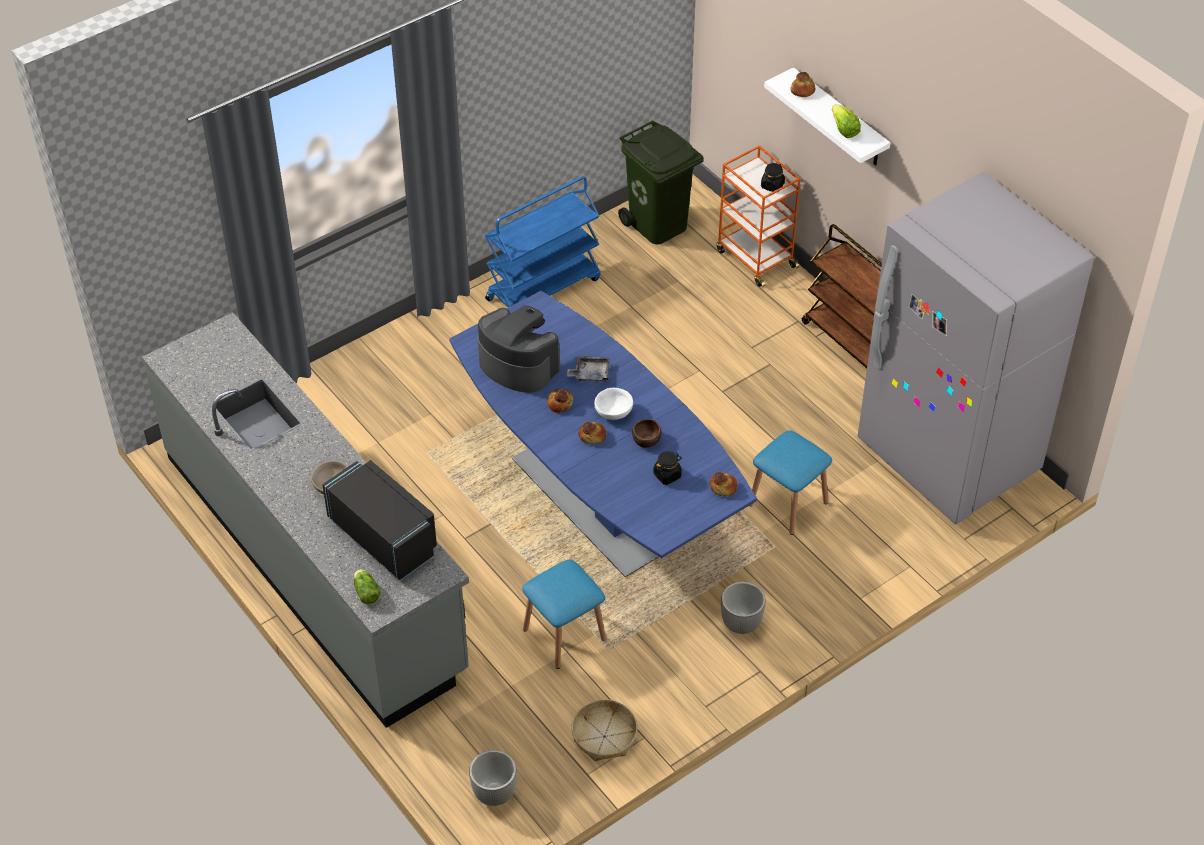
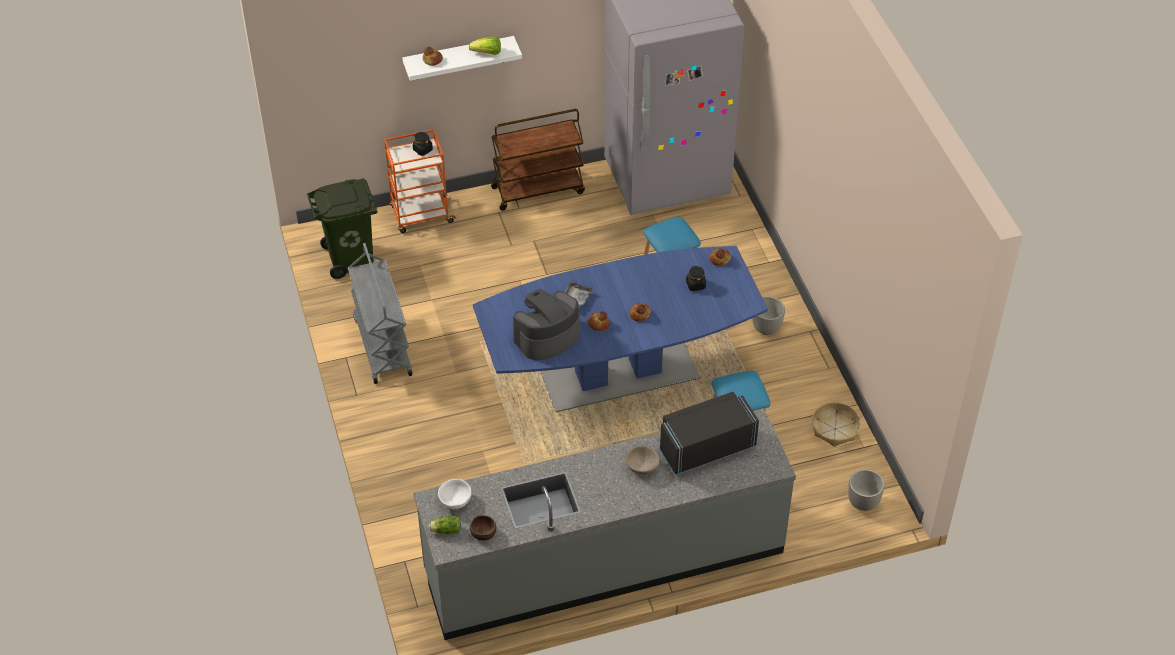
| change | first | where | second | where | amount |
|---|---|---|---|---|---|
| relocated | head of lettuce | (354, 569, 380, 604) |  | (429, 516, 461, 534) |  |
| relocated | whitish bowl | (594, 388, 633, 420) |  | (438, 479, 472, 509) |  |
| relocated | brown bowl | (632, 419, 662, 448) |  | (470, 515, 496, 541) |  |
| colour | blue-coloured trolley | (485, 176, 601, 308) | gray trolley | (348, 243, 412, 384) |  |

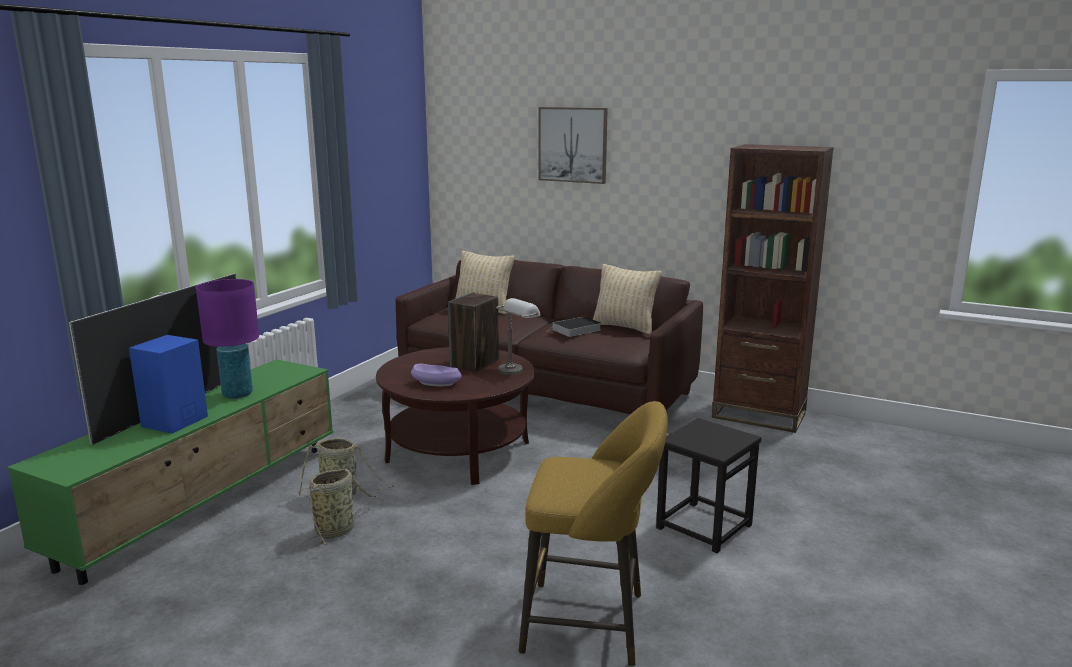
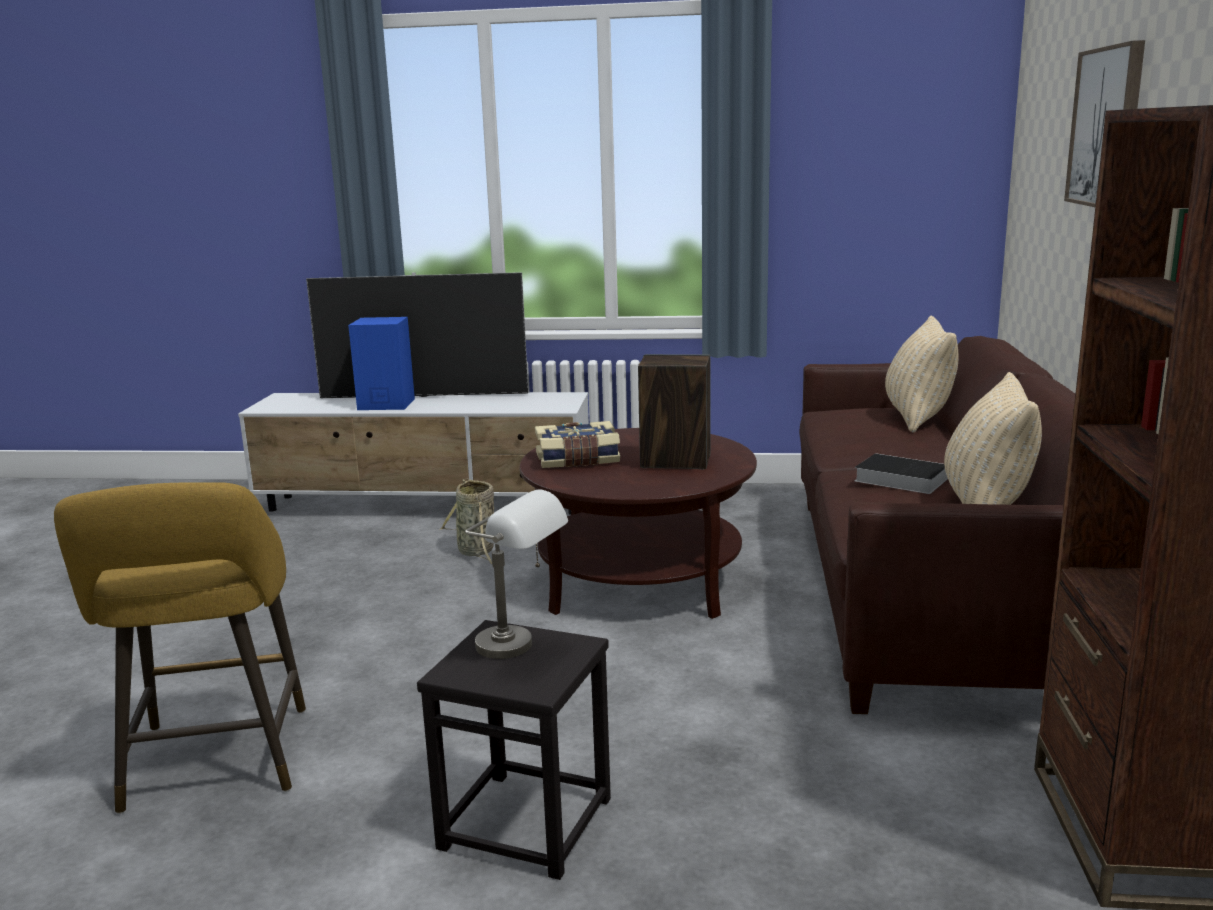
| change | first | where | second | where | amount |
|---|---|---|---|---|---|
| missing | purplish table lamp | (196, 279, 259, 399) |  |  |  |
| missing | storage basket | (301, 469, 378, 547) |  |  |  |
| relocated | gray table lamp | (496, 298, 541, 375) |  | (465, 489, 568, 659) |  |
| exchanged | purplish bowl | (411, 364, 461, 386) | volume | (535, 421, 620, 468) |  |
| colour | green-coloured tv unit | (7, 359, 333, 585) | whitish tv unit | (238, 392, 589, 515) |  |

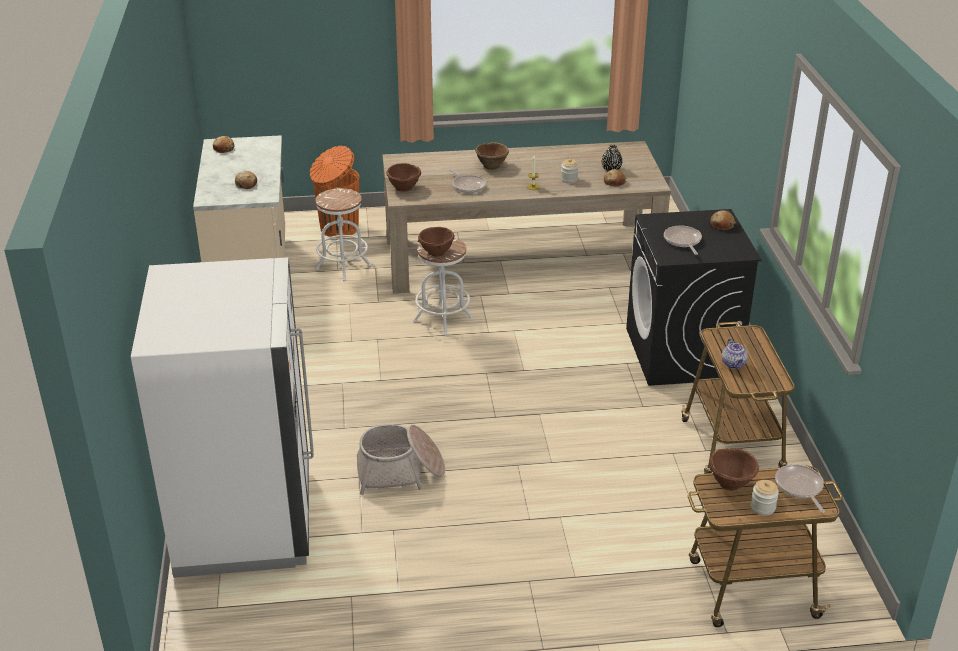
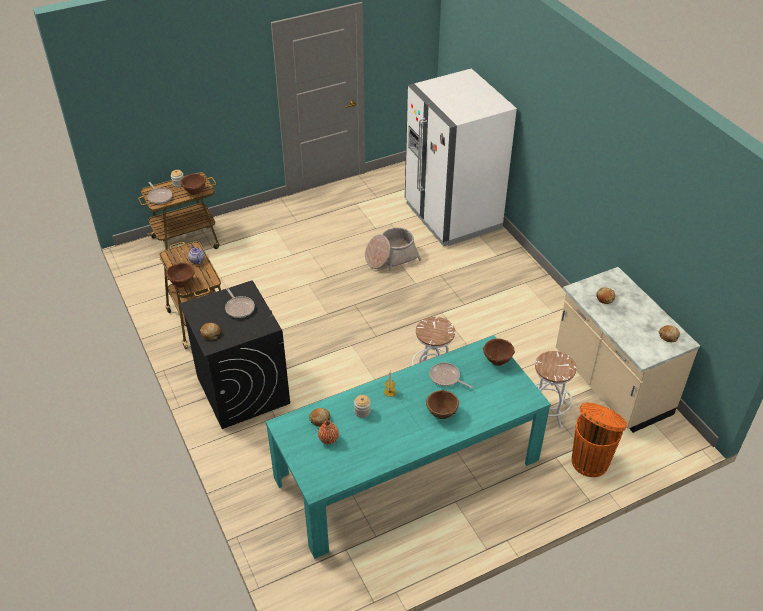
| change | first | where | second | where | amount |
|---|---|---|---|---|---|
| relocated | brown bowl | (418, 227, 454, 257) |  | (166, 263, 195, 288) |  |
| colour | beige-coloured dining table | (383, 141, 671, 294) | blue-green dining table | (266, 335, 551, 559) |  |
| colour | black-coloured flower vase | (602, 145, 623, 171) | orangey flower vase | (318, 420, 339, 444) |  |

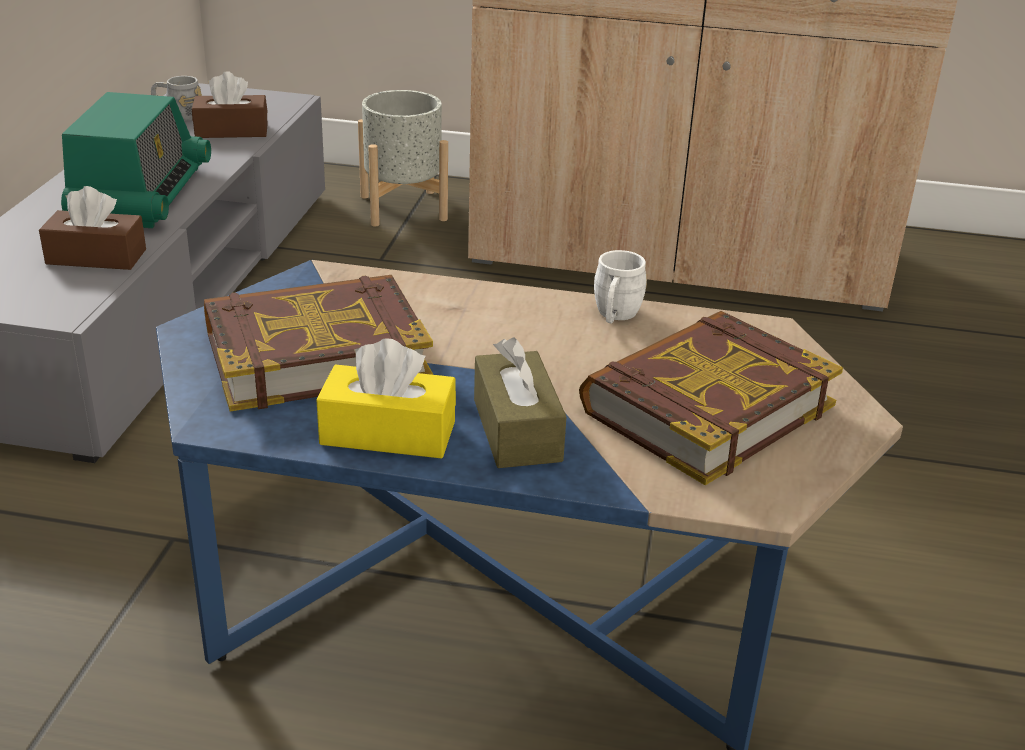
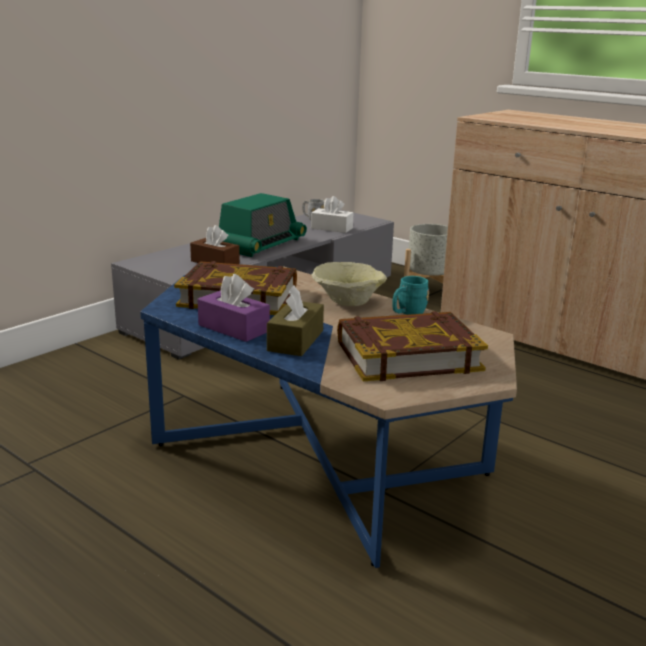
| change | first | where | second | where | amount |
|---|---|---|---|---|---|
| appeared |  |  | beige-coloured bowl | (312, 262, 387, 306) |  |
| colour | brown tissue holder | (192, 71, 268, 138) | whitish tissue holder | (311, 196, 353, 233) |  |
| colour | yellow-coloured tissue holder | (316, 339, 456, 459) | purplish tissue holder | (198, 274, 270, 342) |  |
| colour | whitish coffee mug | (594, 250, 647, 324) | blue-green coffee mug | (392, 276, 429, 315) |  |

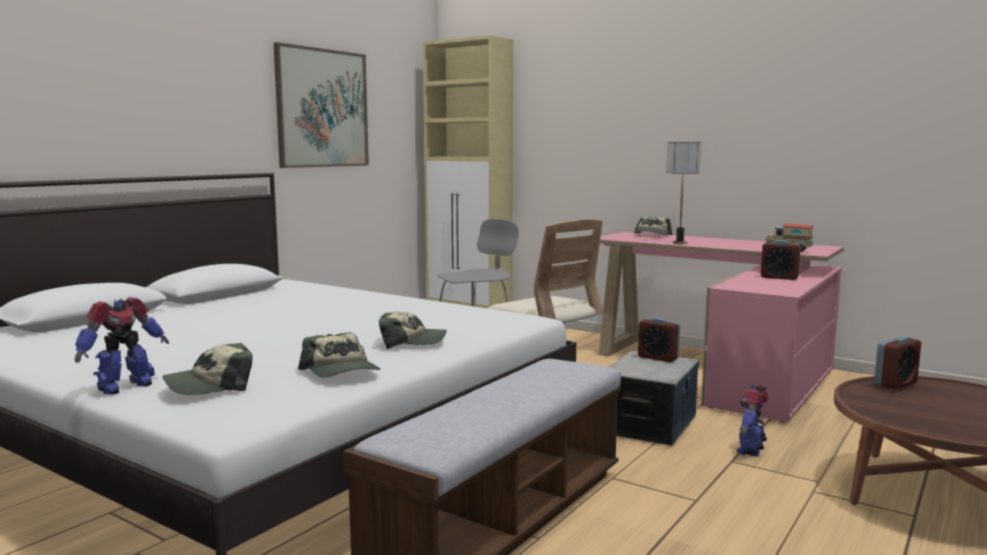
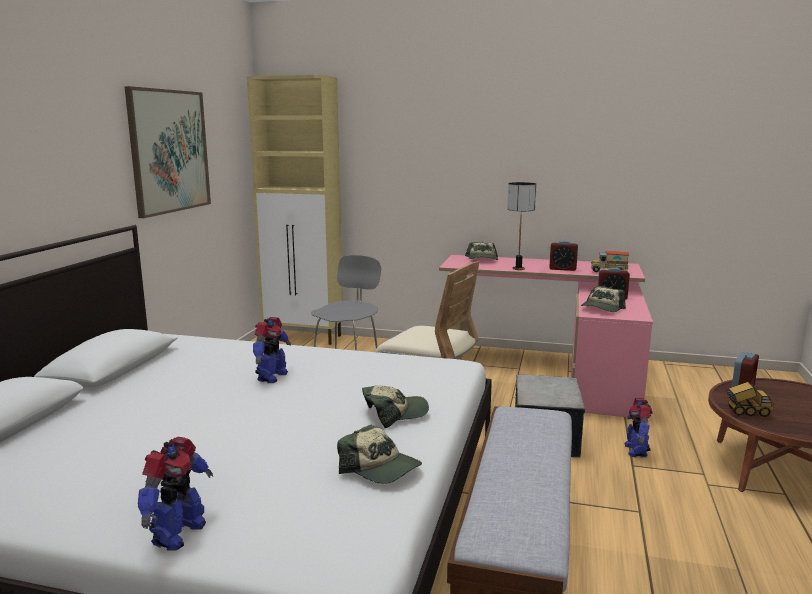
| change | first | where | second | where | amount |
|---|---|---|---|---|---|
| appeared |  |  | robot figure | (253, 317, 291, 383) |  |
| appeared |  |  | toy truck | (726, 382, 774, 417) |  |
| relocated | baseball cap | (163, 343, 253, 395) |  | (581, 286, 626, 312) |  |
| relocated | table clock | (638, 317, 680, 362) |  | (549, 240, 578, 271) |  |

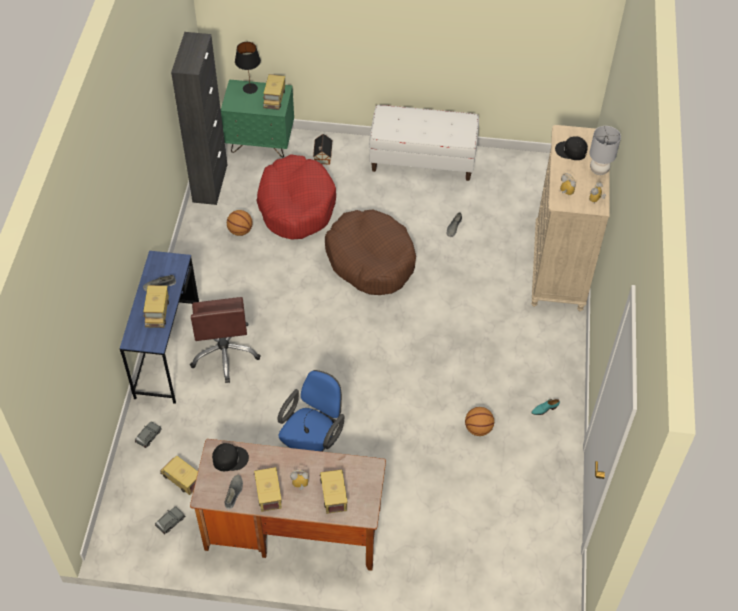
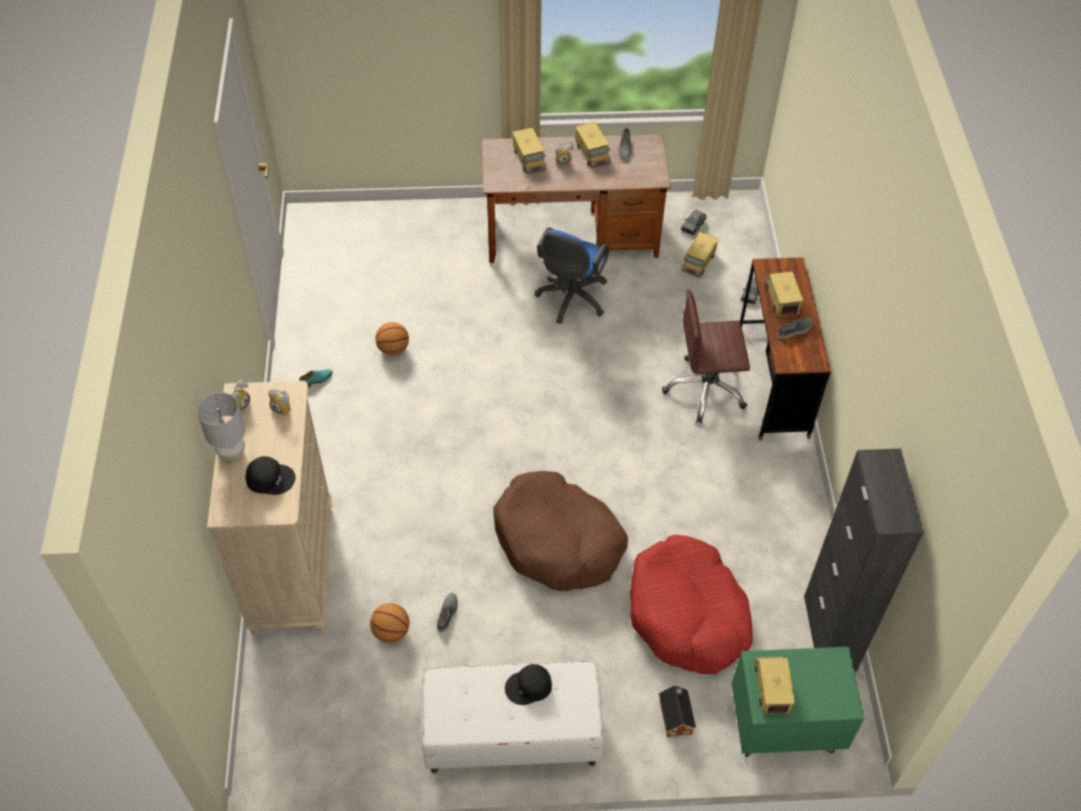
| change | first | where | second | where | amount |
|---|---|---|---|---|---|
| missing | black-coloured table lamp | (235, 42, 261, 94) |  |  |  |
| relocated | black-coloured baseball cap | (212, 443, 249, 471) |  | (505, 664, 552, 705) |  |
| relocated | basketball ball | (227, 210, 253, 236) |  | (370, 603, 409, 643) |  |
| colour | blue-coloured desk table | (120, 251, 199, 404) | brown desk table | (740, 257, 831, 441) |  |
| spun | toy truck | (160, 456, 198, 495) |  | (681, 232, 719, 278) | 90 degrees clockwise |
| spun | brown office chair | (190, 297, 261, 383) |  | (662, 289, 750, 424) | 75 degrees counterclockwise |

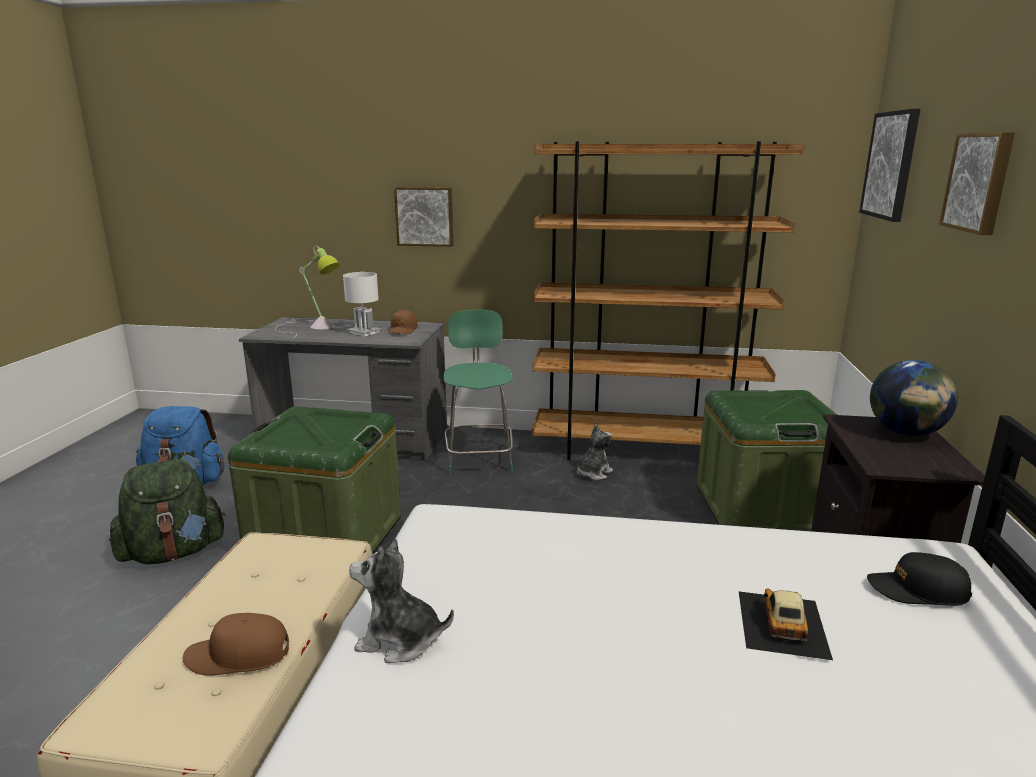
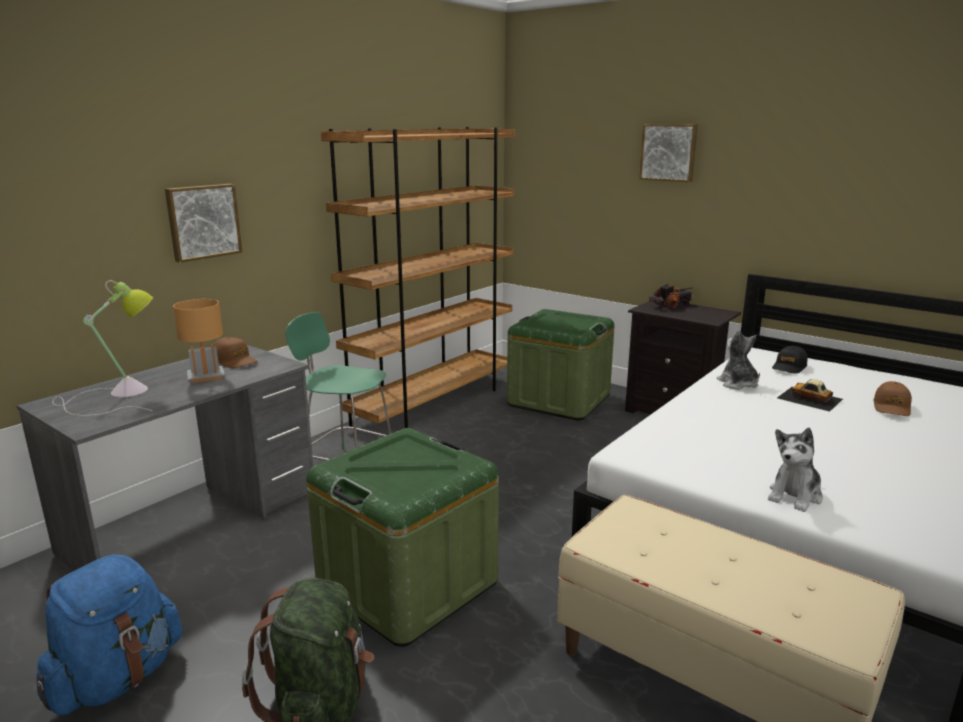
| change | first | where | second | where | amount |
|---|---|---|---|---|---|
| missing | wall art | (859, 109, 920, 222) |  |  |  |
| relocated | brown baseball cap | (183, 613, 289, 676) |  | (873, 381, 912, 416) |  |
| relocated | plush toy | (577, 424, 613, 480) |  | (717, 330, 760, 390) |  |
| exchanged | globe | (870, 360, 958, 436) | toy truck | (649, 284, 693, 309) |  |
| colour | whitish table lamp | (343, 272, 381, 336) | brown table lamp | (173, 299, 225, 383) |  |

